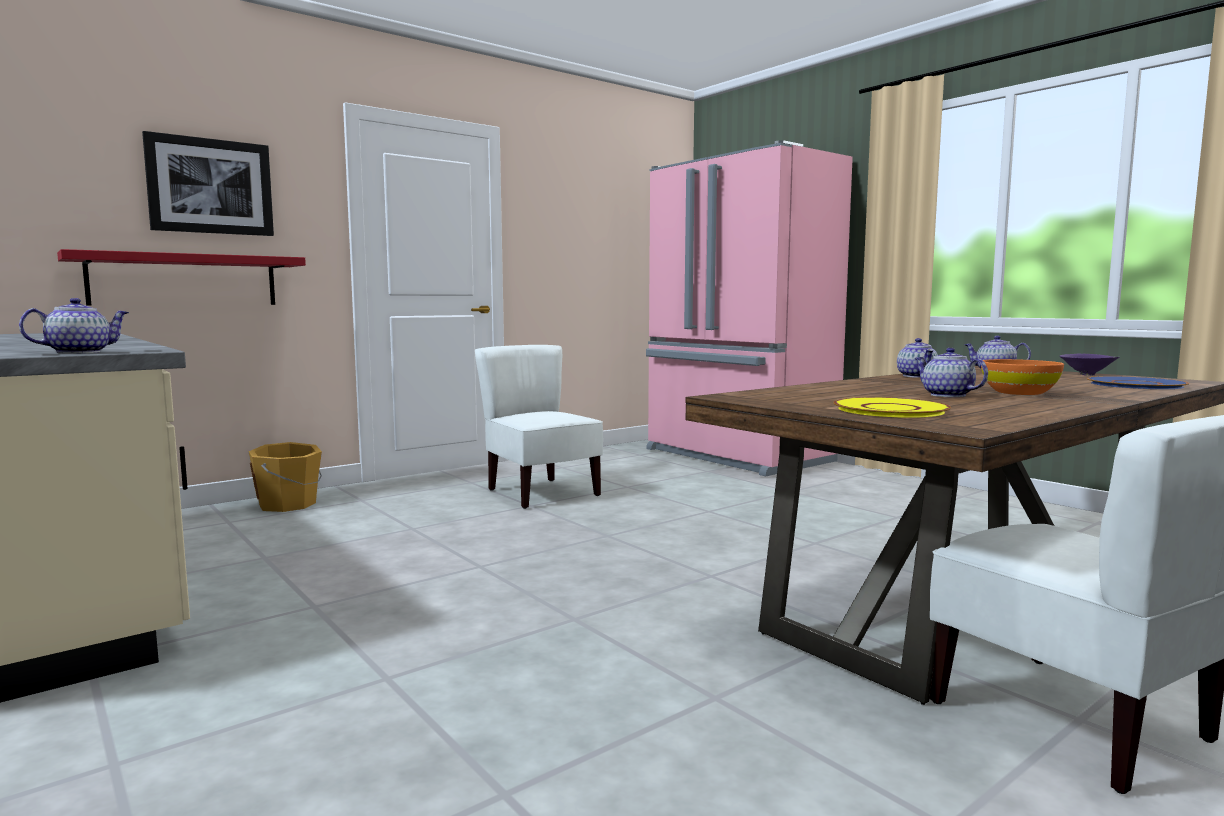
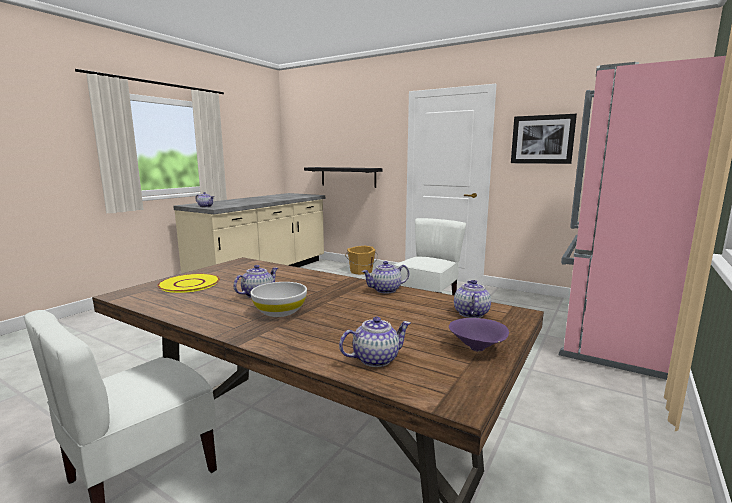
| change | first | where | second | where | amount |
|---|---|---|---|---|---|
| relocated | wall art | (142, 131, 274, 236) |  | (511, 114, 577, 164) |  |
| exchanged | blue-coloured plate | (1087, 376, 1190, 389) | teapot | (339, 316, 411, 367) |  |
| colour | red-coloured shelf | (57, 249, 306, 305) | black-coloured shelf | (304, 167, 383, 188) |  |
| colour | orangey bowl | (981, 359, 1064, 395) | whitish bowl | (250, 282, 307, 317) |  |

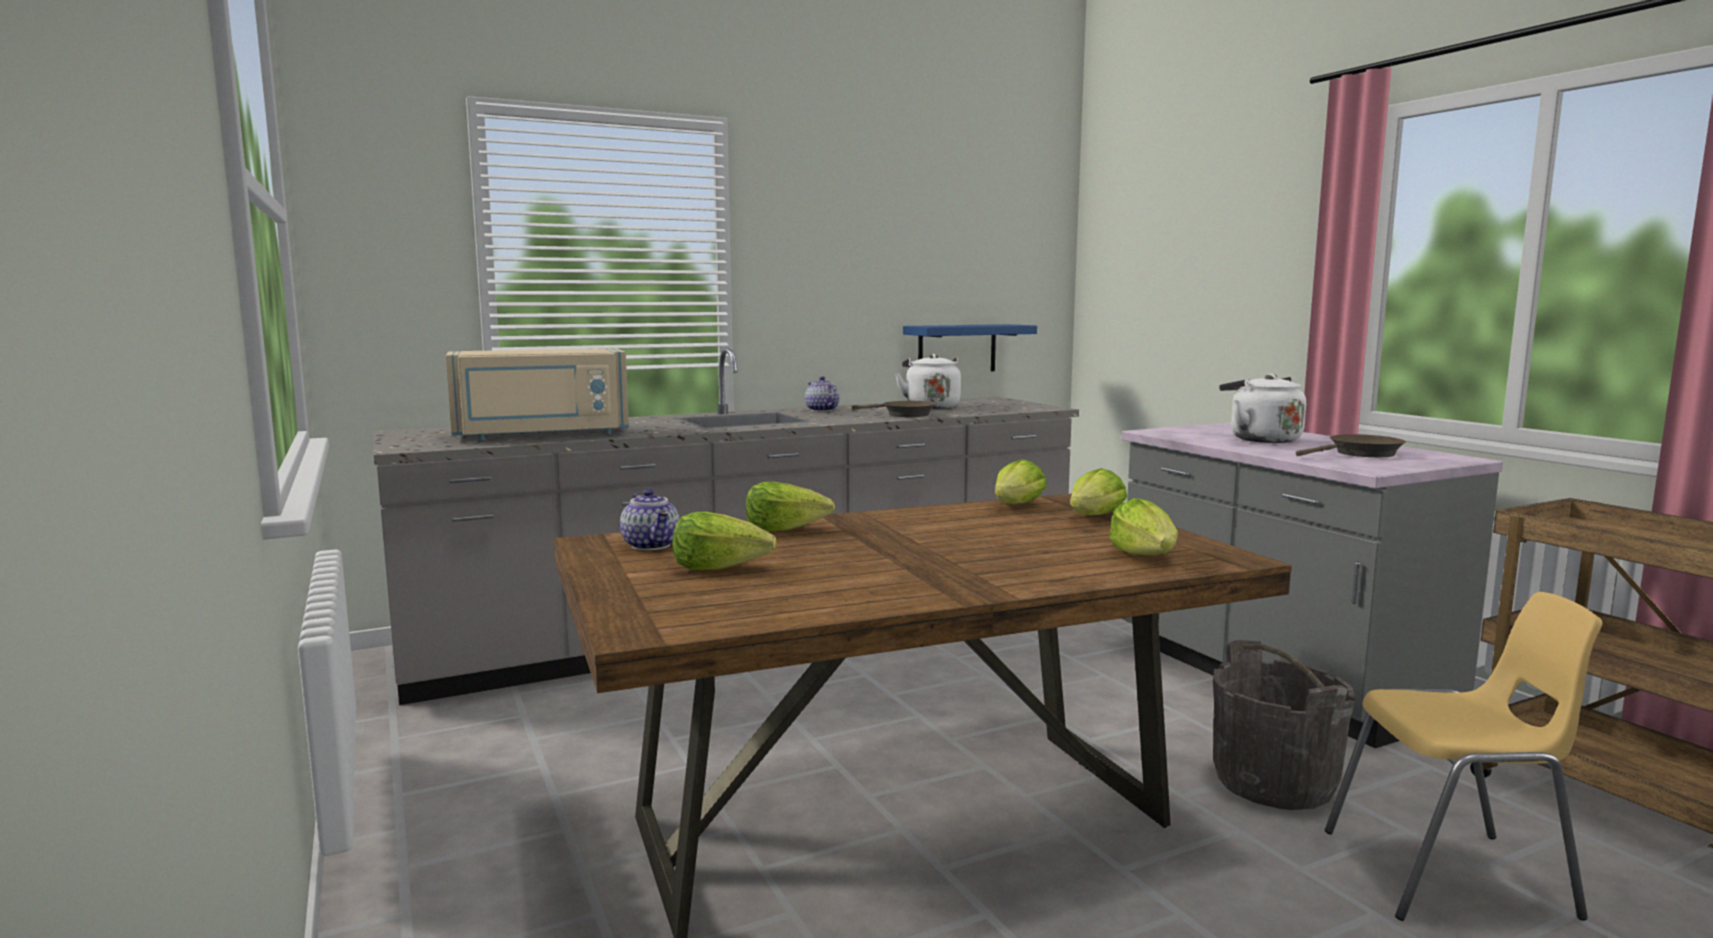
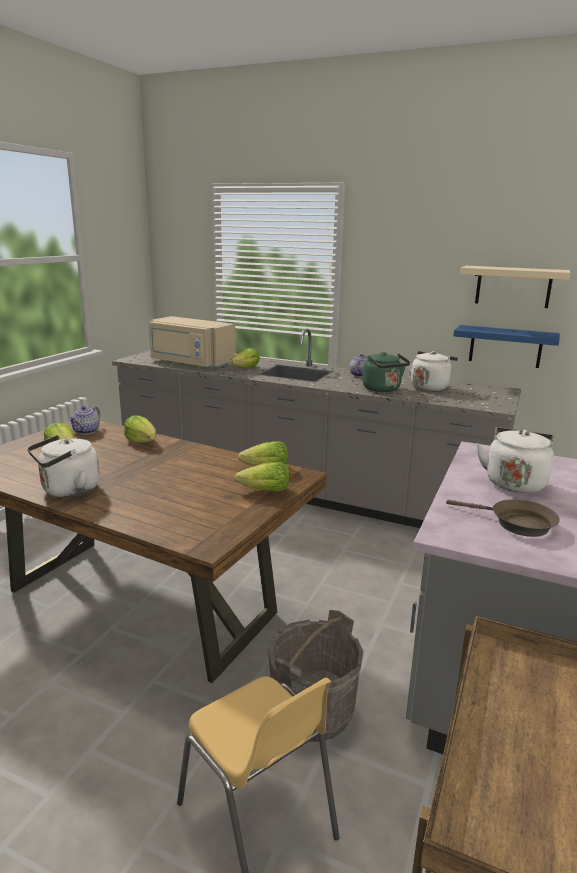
| change | first | where | second | where | amount |
|---|---|---|---|---|---|
| appeared |  |  | whitish water kettle | (27, 435, 100, 497) |  |
| appeared |  |  | beige-coloured shelf | (460, 266, 570, 308) |  |
| relocated | head of lettuce | (1109, 498, 1178, 555) |  | (230, 348, 260, 367) |  |
| exchanged | brown pan | (852, 401, 936, 417) | green-coloured water kettle | (362, 352, 410, 392) |  |

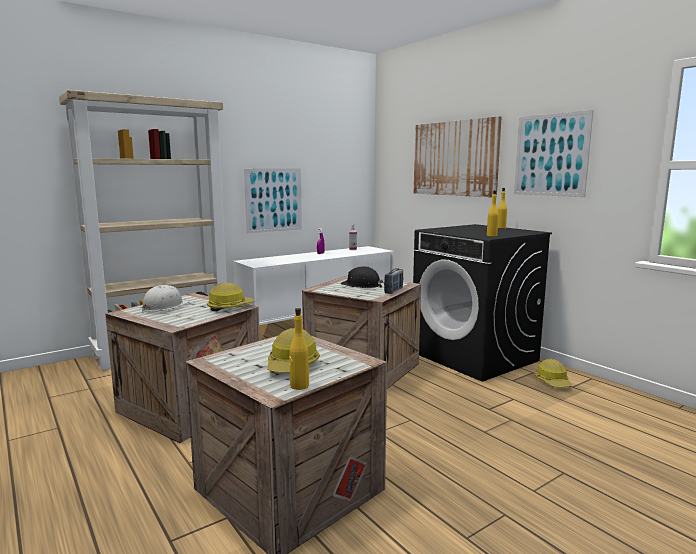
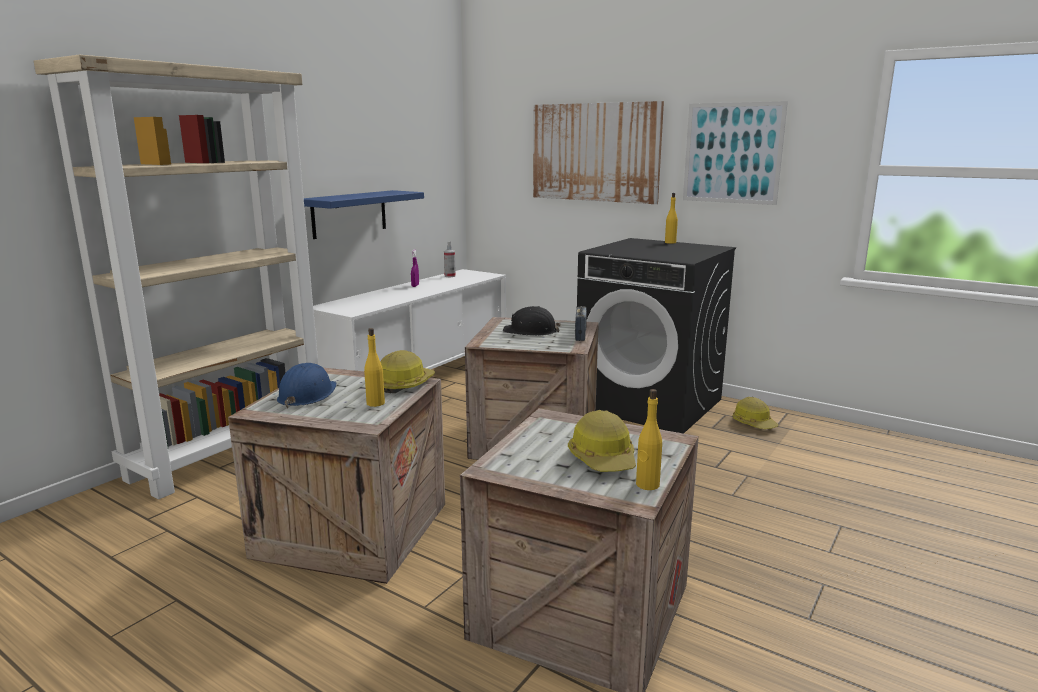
| change | first | where | second | where | amount |
|---|---|---|---|---|---|
| relocated | yellow-coloured bottle | (487, 190, 499, 237) |  | (364, 328, 385, 407) |  |
| exchanged | wall art | (244, 168, 302, 233) | blue-coloured shelf | (304, 190, 424, 239) |  |
| colour | whitish work helmet | (142, 285, 190, 312) | blue-coloured work helmet | (277, 363, 337, 408) |  |

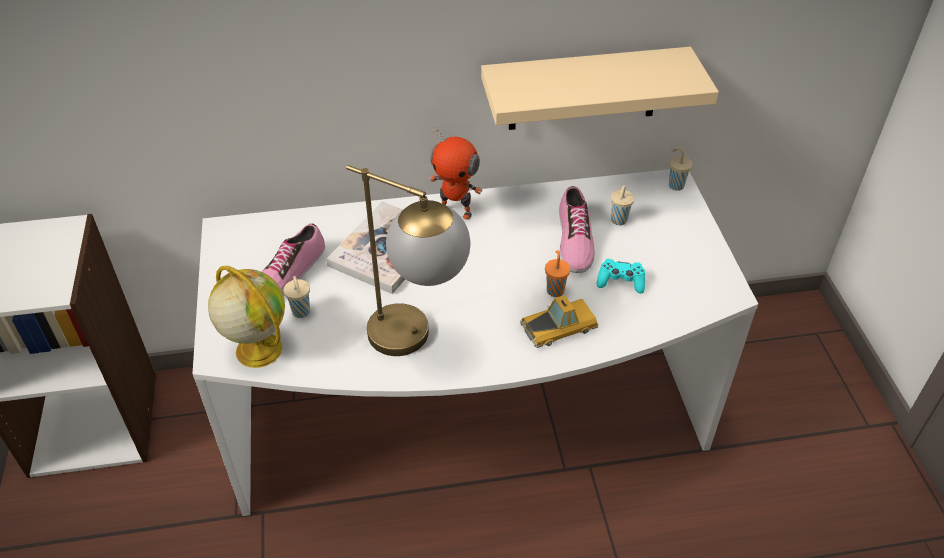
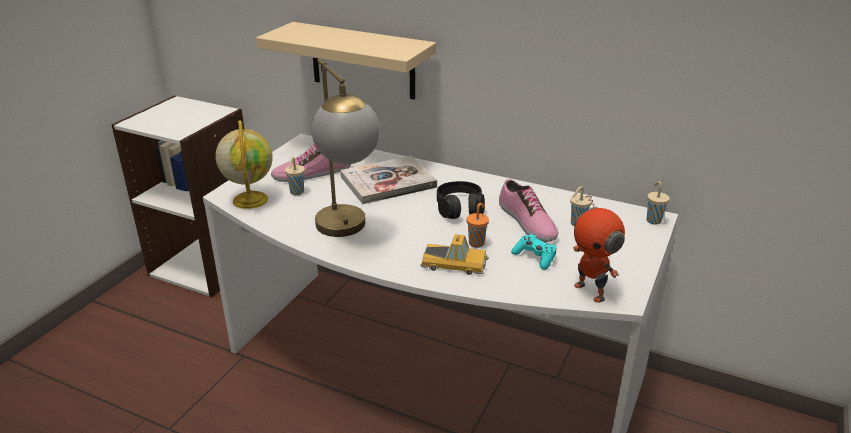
| change | first | where | second | where | amount |
|---|---|---|---|---|---|
| appeared |  |  | black-coloured headphones | (437, 181, 485, 219) |  |
| relocated | robot figure | (429, 126, 482, 220) |  | (573, 192, 625, 303) |  |
| relocated | beige-coloured shelf | (481, 47, 719, 130) |  | (256, 22, 436, 100) |  |
| spun | low shoe | (559, 186, 595, 273) |  | (499, 179, 558, 242) | 60 degrees counterclockwise |

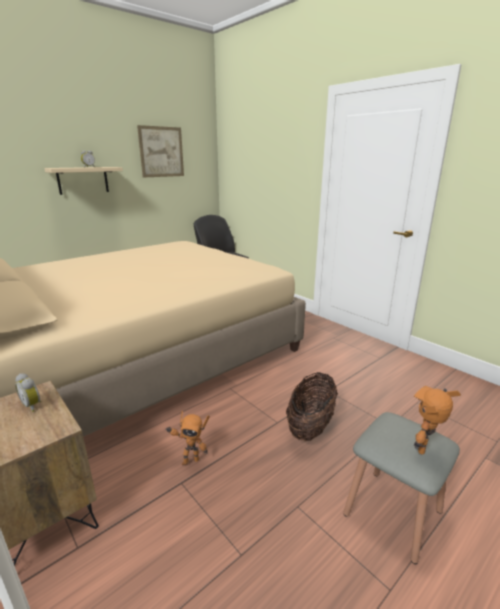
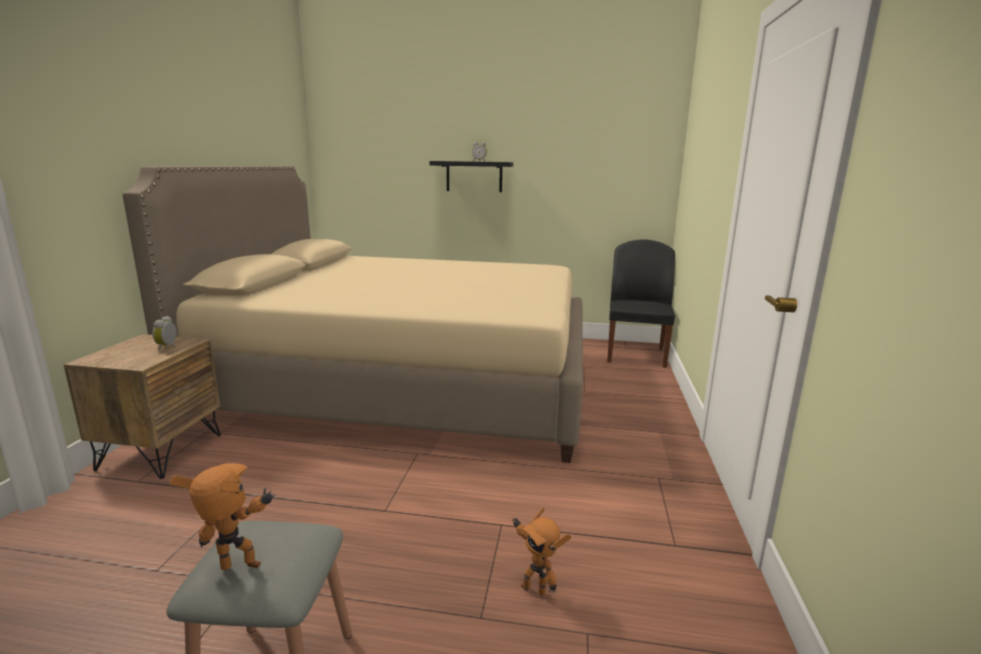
| change | first | where | second | where | amount |
|---|---|---|---|---|---|
| missing | wall art | (137, 125, 184, 178) |  |  |  |
| missing | storage basket | (286, 372, 338, 441) |  |  |  |
| relocated | robot figure | (165, 411, 210, 465) |  | (512, 508, 571, 597) |  |
| colour | beige-coloured shelf | (44, 167, 123, 195) | black-coloured shelf | (429, 161, 513, 192) |  |

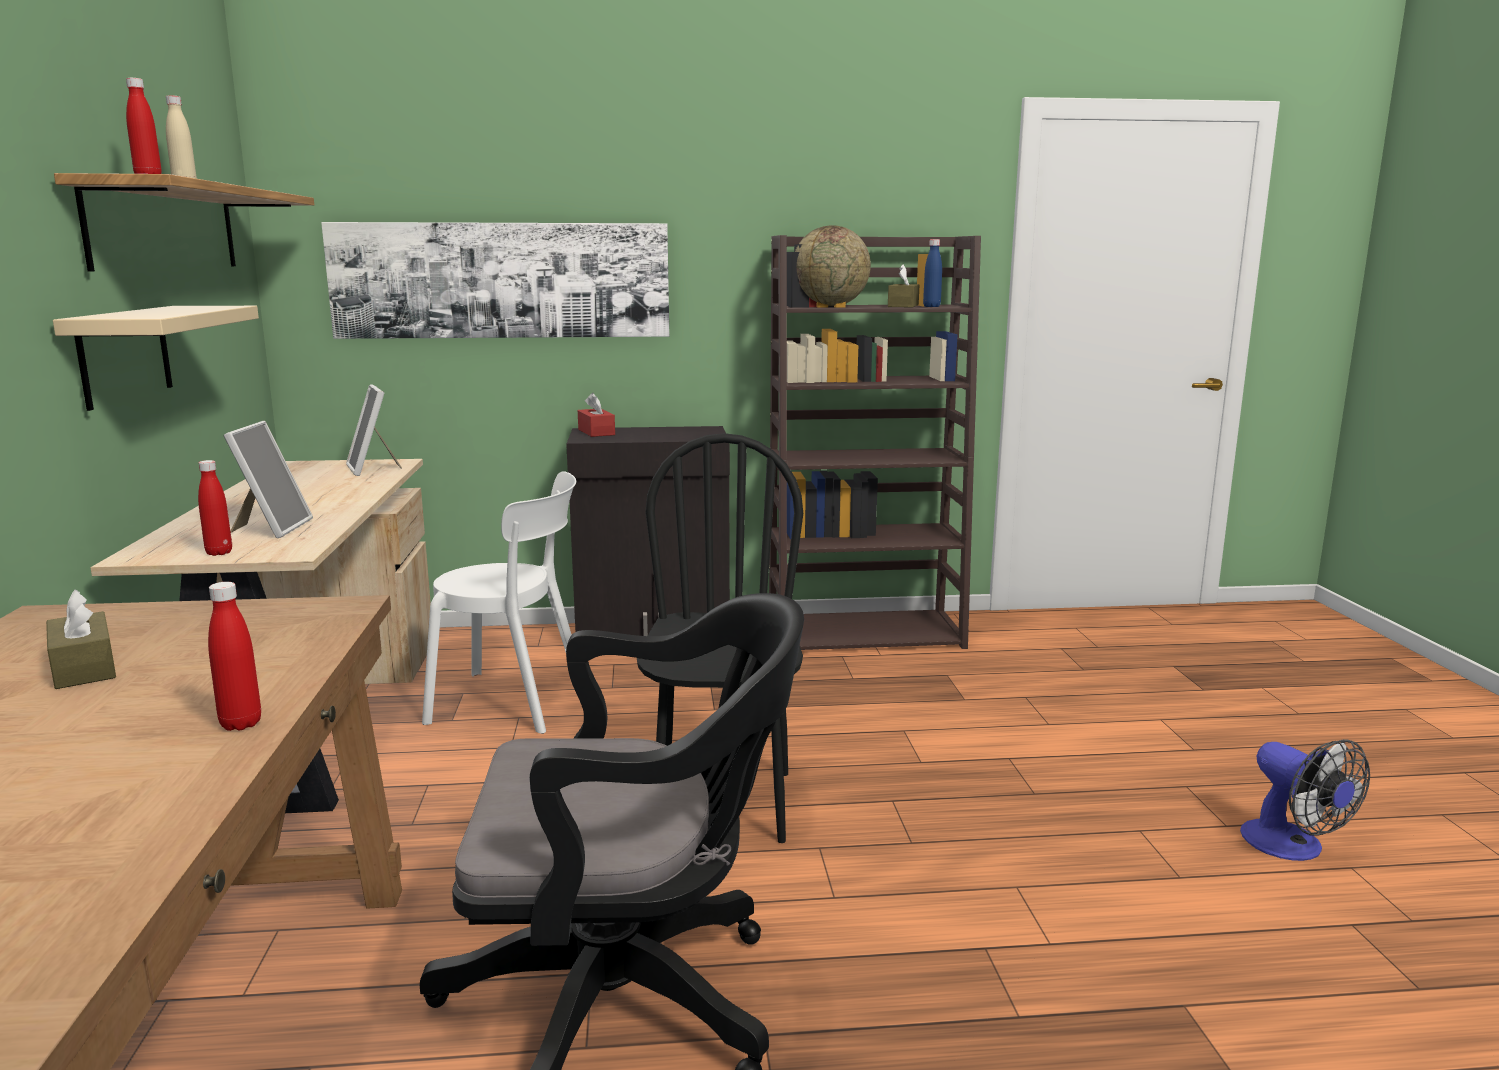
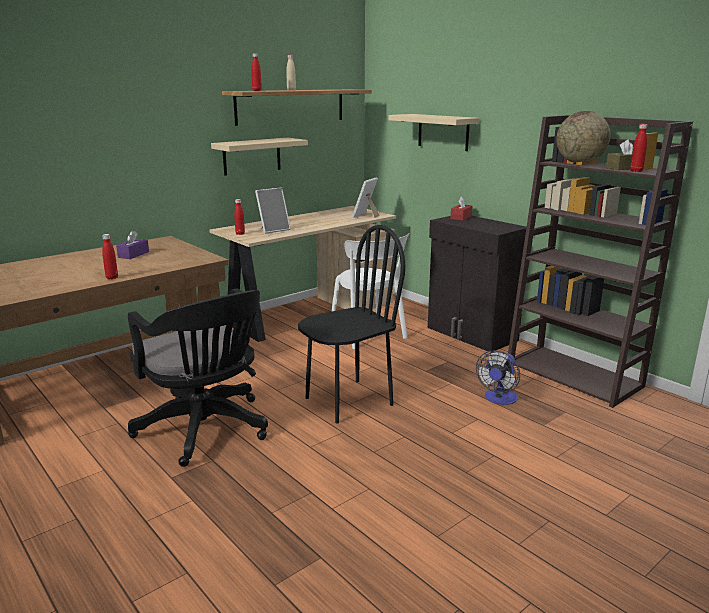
| change | first | where | second | where | amount |
|---|---|---|---|---|---|
| relocated | electric fan | (1240, 739, 1370, 861) |  | (476, 350, 520, 405) |  |
| exchanged | wall art | (321, 222, 669, 339) | beige-coloured shelf | (388, 114, 480, 151) |  |
| colour | brown tissue holder | (46, 590, 116, 689) | purplish tissue holder | (116, 231, 149, 259) |  |
| colour | blue-coloured bottle | (923, 239, 942, 307) | red-coloured bottle | (630, 124, 648, 172) |  |

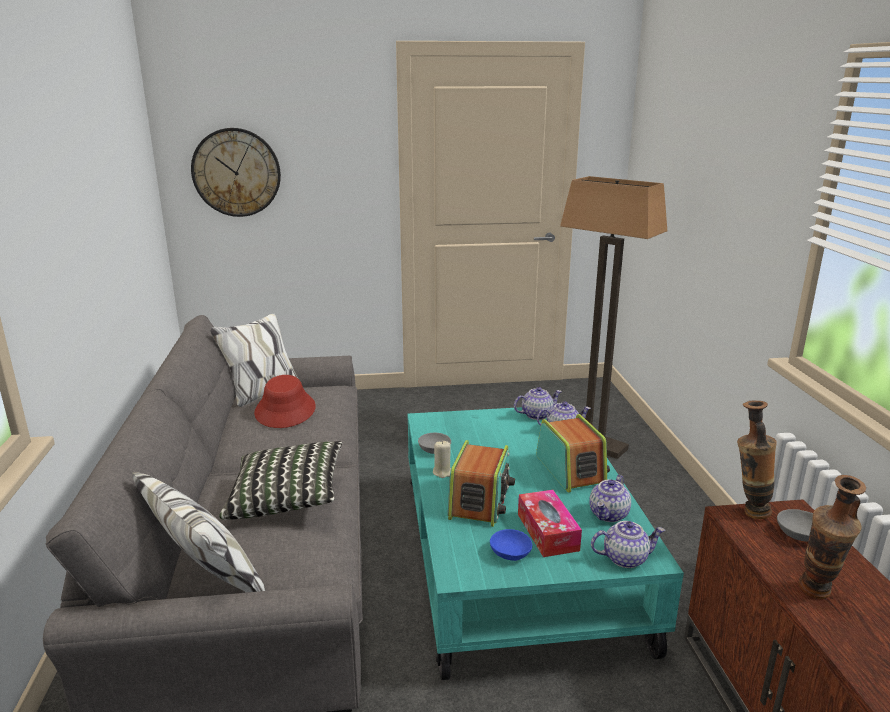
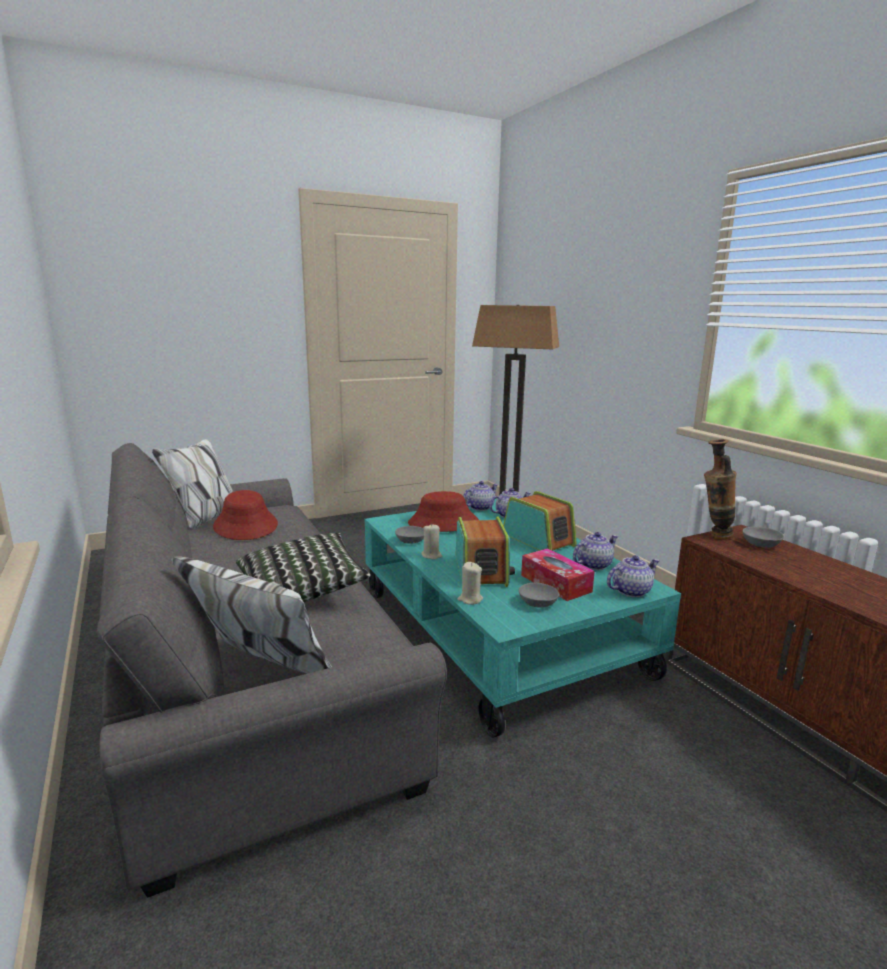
| change | first | where | second | where | amount |
|---|---|---|---|---|---|
| missing | wall clock | (191, 128, 281, 217) |  |  |  |
| missing | flower vase | (799, 475, 866, 599) |  |  |  |
| appeared |  |  | red-coloured clothing hat | (408, 491, 479, 532) |  |
| appeared |  |  | beige-coloured wax candle | (457, 562, 483, 605) |  |
| colour | blue-coloured bowl | (490, 529, 532, 561) | gray bowl | (519, 583, 559, 607) |  |
| spun | teapot | (589, 475, 631, 522) |  | (573, 532, 618, 570) | 135 degrees counterclockwise |

